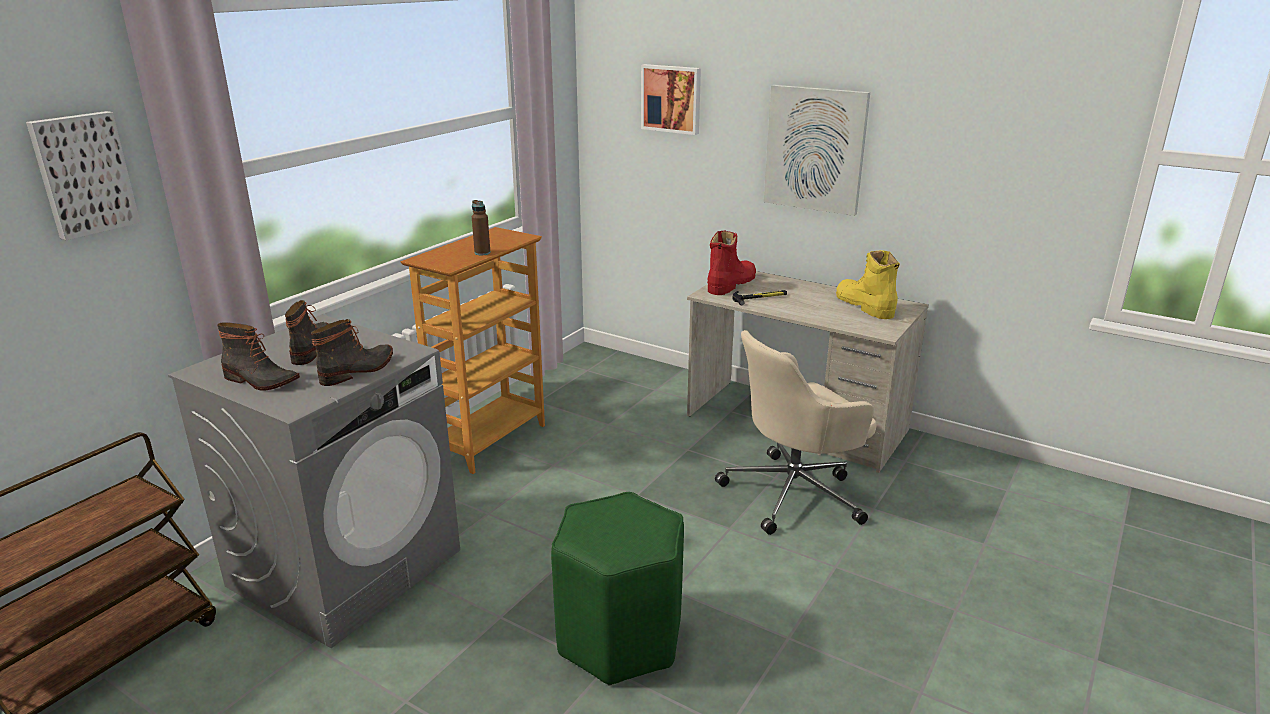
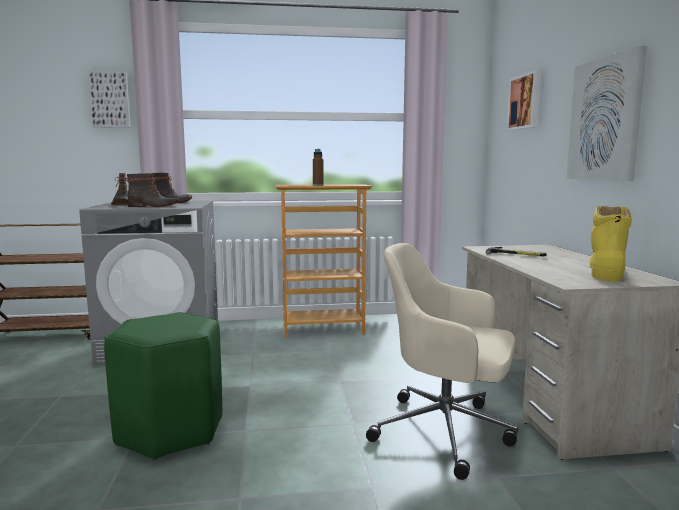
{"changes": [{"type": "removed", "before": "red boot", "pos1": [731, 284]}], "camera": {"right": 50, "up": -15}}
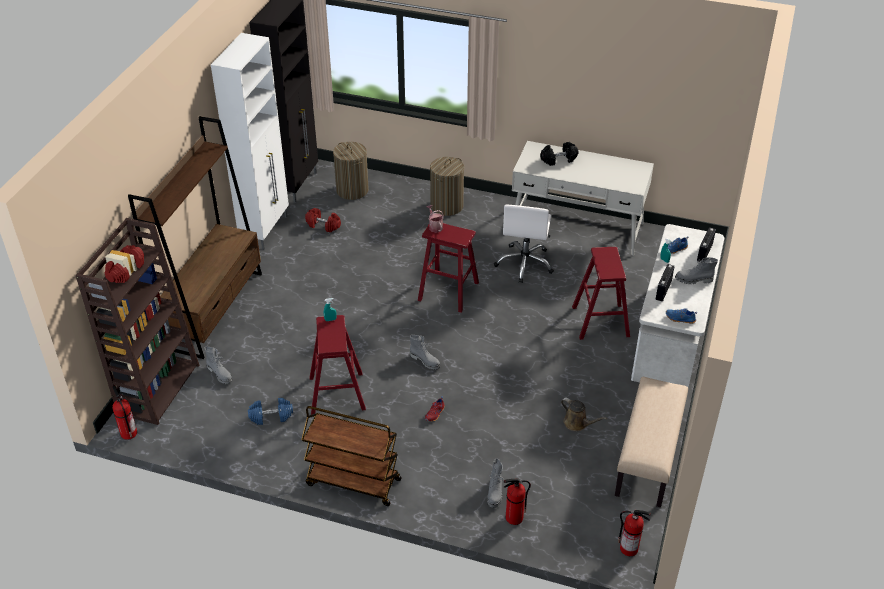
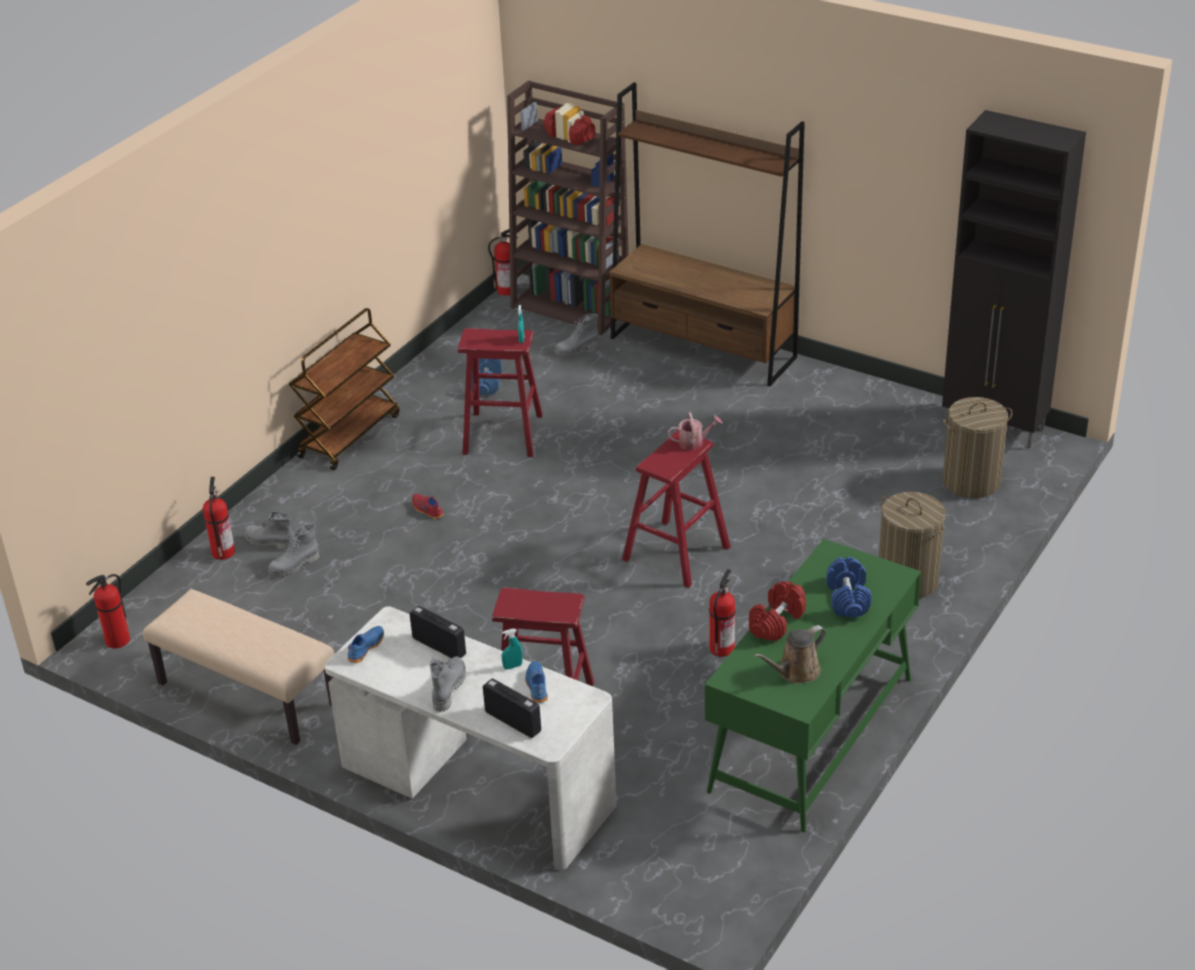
{"changes": [{"type": "removed", "before": "white-coloured storage cabinet", "pos1": [265, 230]}, {"type": "moved", "before": "red hand weight", "pos1": [323, 225], "pos2": [776, 622]}, {"type": "moved", "before": "grey boot", "pos1": [425, 361], "pos2": [294, 566]}, {"type": "moved", "before": "brownish watering can", "pos1": [577, 423], "pos2": [795, 672]}, {"type": "replaced", "before": "white-coloured computer chair", "after": "extinguisher", "pos1": [524, 263], "pos2": [721, 647]}, {"type": "recoloured", "before": "white-coloured desk table", "after": "greenish desk table", "pos1": [577, 227], "pos2": [810, 734]}, {"type": "recoloured", "before": "blackish hand weight", "after": "blue-coloured hand weight", "pos1": [558, 159], "pos2": [848, 599]}], "camera": {"right": 105, "up": -5}}
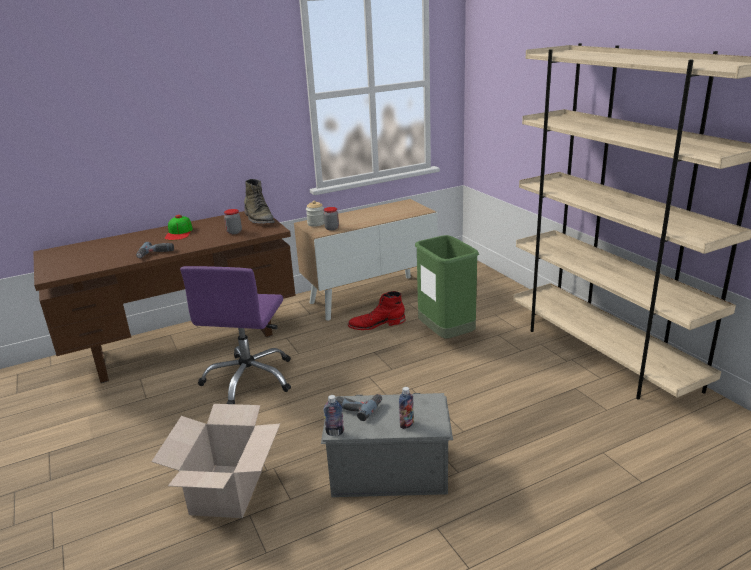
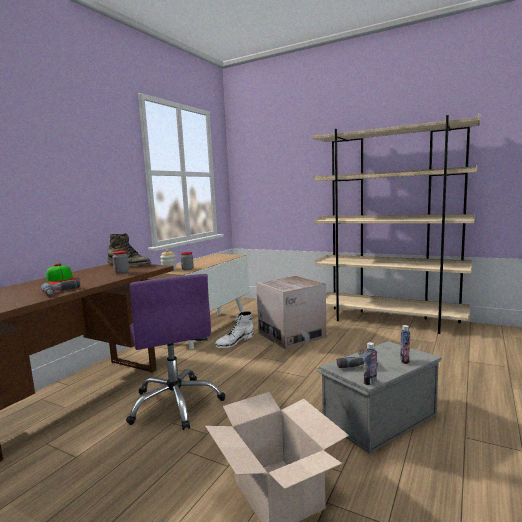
{"changes": [{"type": "replaced", "before": "greenish waste bin", "after": "packing box", "pos1": [445, 336], "pos2": [291, 335]}, {"type": "recoloured", "before": "red boot", "after": "white-coloured boot", "pos1": [376, 324], "pos2": [234, 342]}], "camera": {"right": -35, "up": -15}}
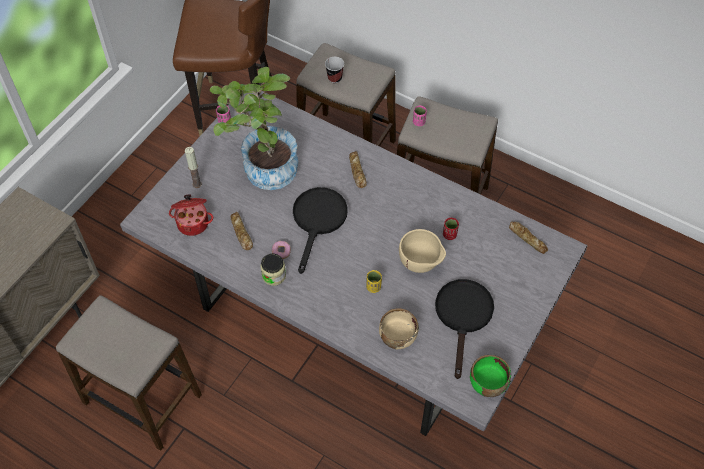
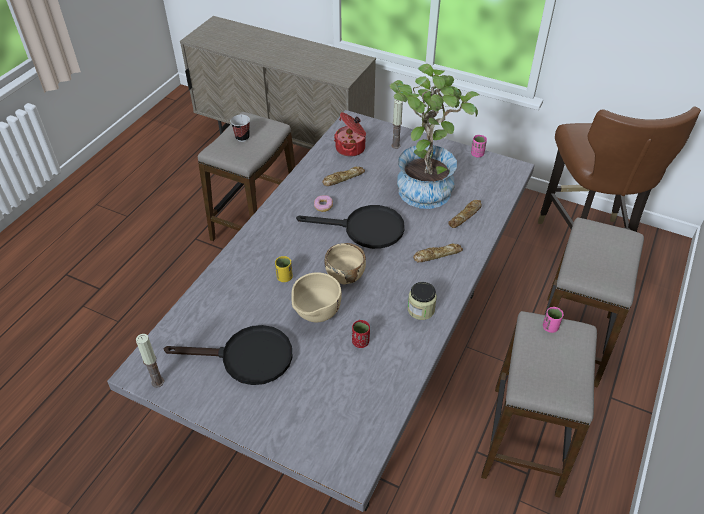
{"changes": [{"type": "moved", "before": "storage jar", "pos1": [274, 275], "pos2": [421, 309]}, {"type": "moved", "before": "cup", "pos1": [334, 78], "pos2": [242, 137]}, {"type": "moved", "before": "beige-coloured bowl", "pos1": [397, 337], "pos2": [345, 275]}, {"type": "moved", "before": "bakery bread", "pos1": [527, 238], "pos2": [465, 216]}, {"type": "replaced", "before": "greenish bowl", "after": "candle", "pos1": [487, 384], "pos2": [157, 382]}], "camera": {"right": 85, "up": -10}}
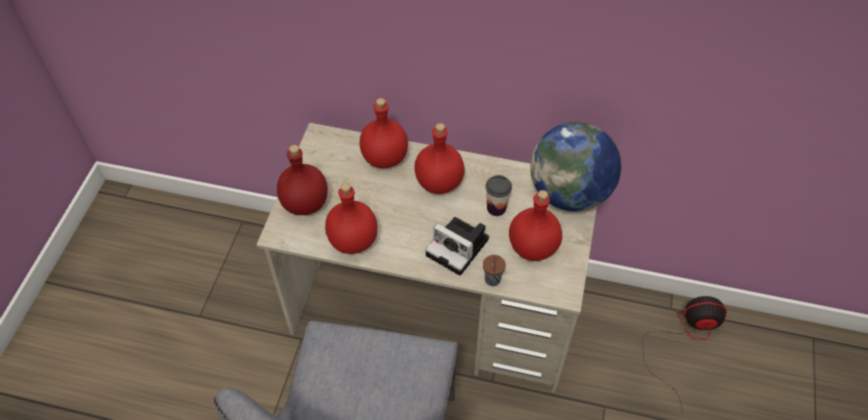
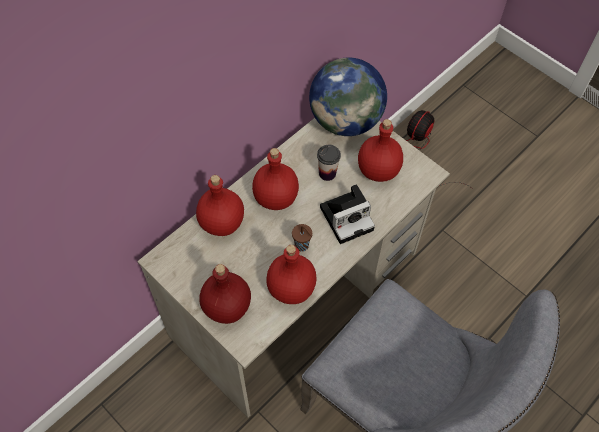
{"changes": [{"type": "moved", "before": "brownish cup", "pos1": [492, 281], "pos2": [302, 246]}], "camera": {"right": -60, "up": 5}}
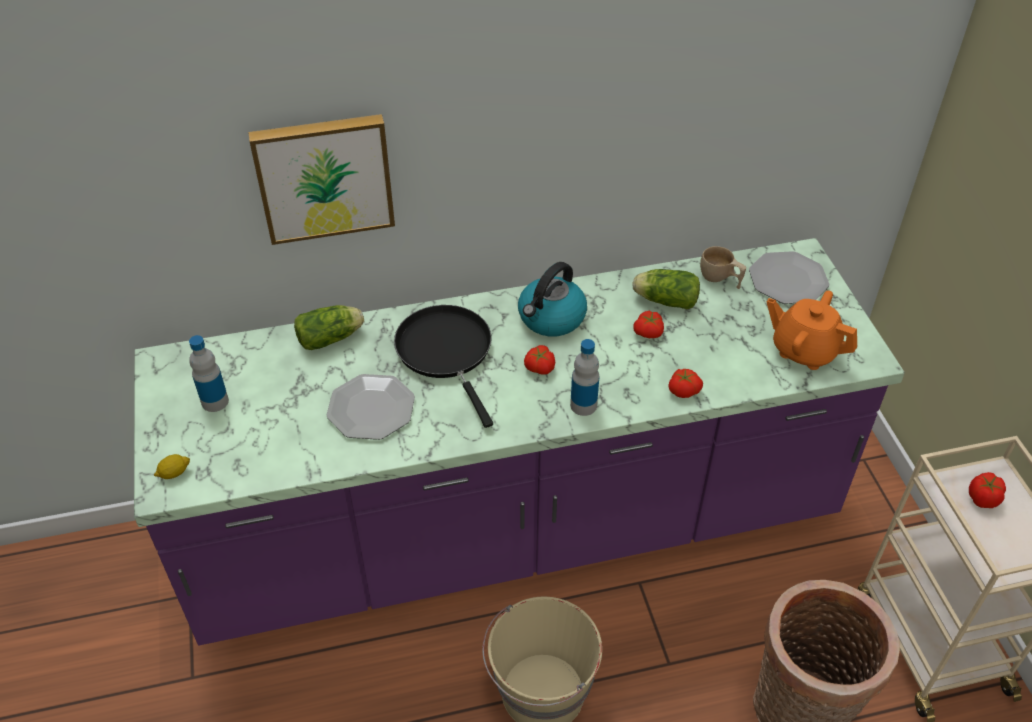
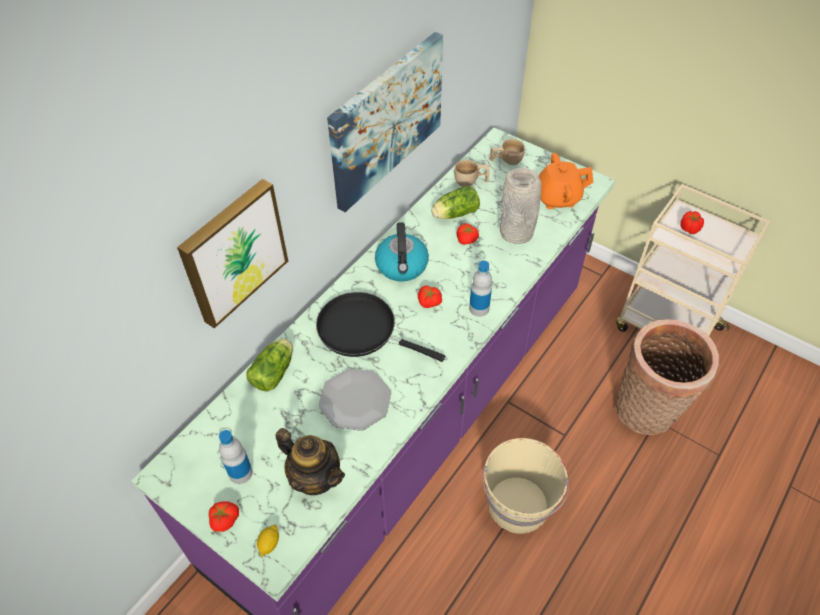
{"changes": [{"type": "added", "after": "pot for tea", "pos2": [315, 477]}, {"type": "added", "after": "wall picture", "pos2": [386, 120]}, {"type": "added", "after": "grey decorative vase", "pos2": [517, 233]}, {"type": "moved", "before": "fresh tomato", "pos1": [683, 390], "pos2": [224, 519]}, {"type": "replaced", "before": "plate", "after": "beige-coloured cup", "pos1": [788, 279], "pos2": [506, 161]}], "camera": {"right": -40, "up": 5}}
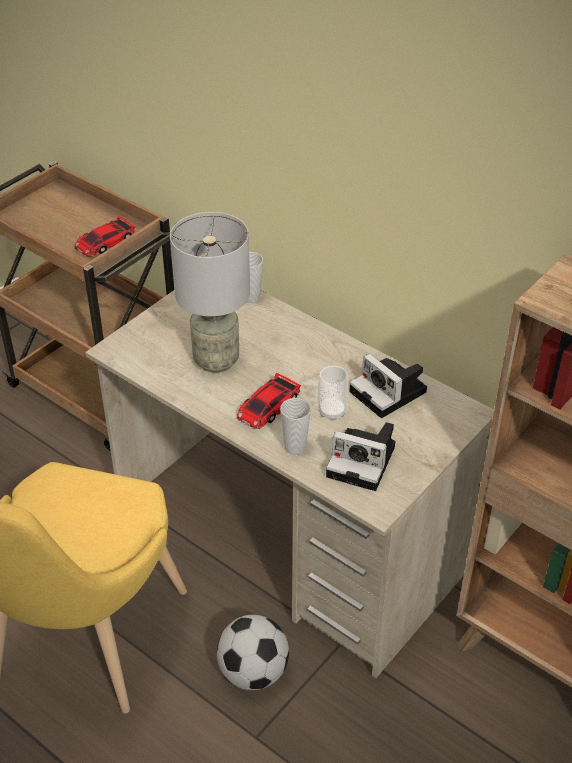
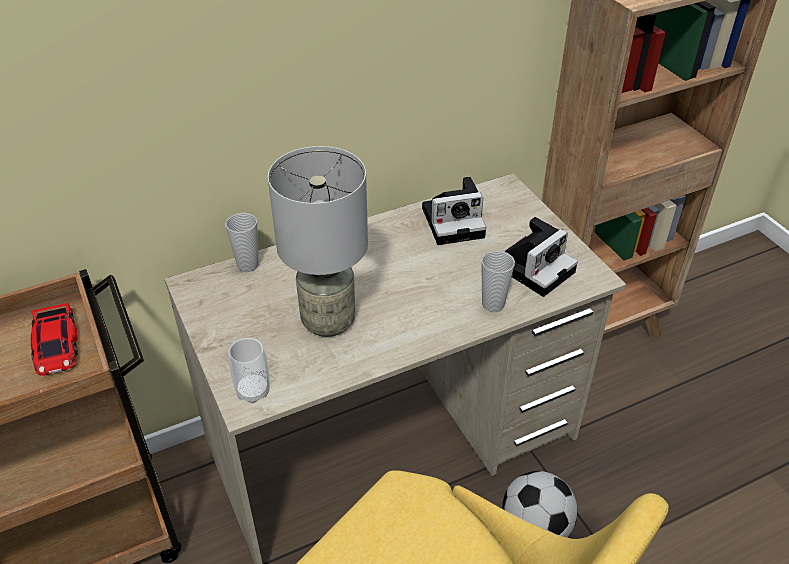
{"changes": [{"type": "removed", "before": "miniature car", "pos1": [268, 407]}, {"type": "moved", "before": "cup", "pos1": [332, 411], "pos2": [253, 391]}], "camera": {"right": -65, "up": 0}}
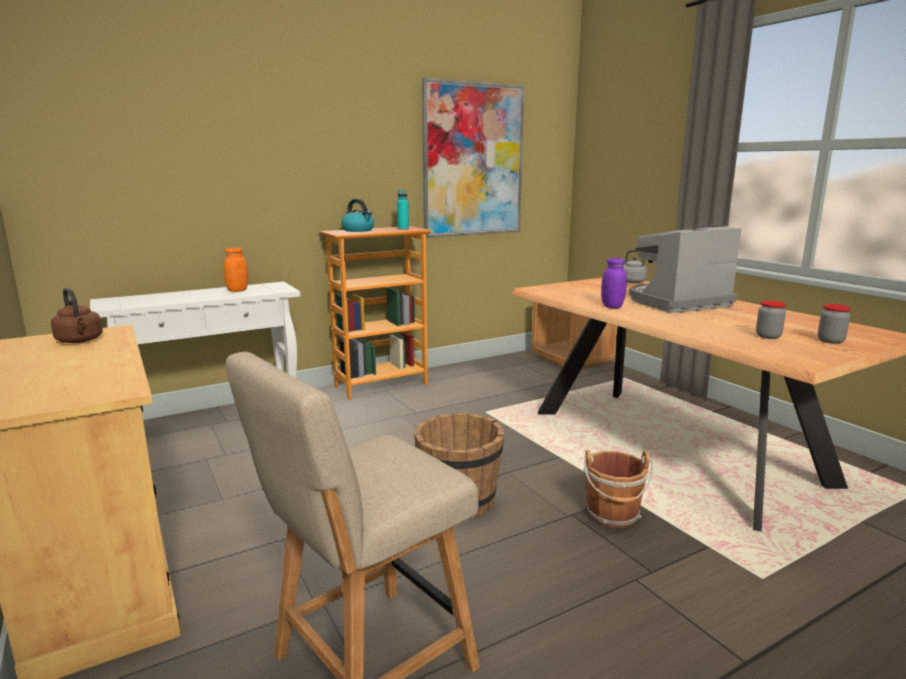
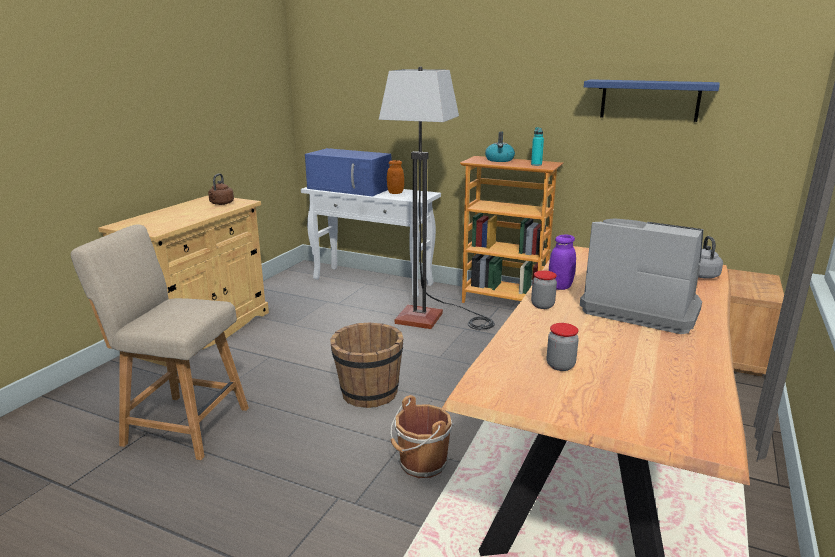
{"changes": [{"type": "added", "after": "blue-coloured microwave", "pos2": [350, 188]}, {"type": "added", "after": "standing lamp", "pos2": [433, 318]}, {"type": "moved", "before": "storage jar", "pos1": [830, 341], "pos2": [542, 305]}, {"type": "replaced", "before": "wall picture", "after": "blue-coloured wall shelf", "pos1": [473, 160], "pos2": [649, 100]}], "camera": {"right": 55, "up": 5}}
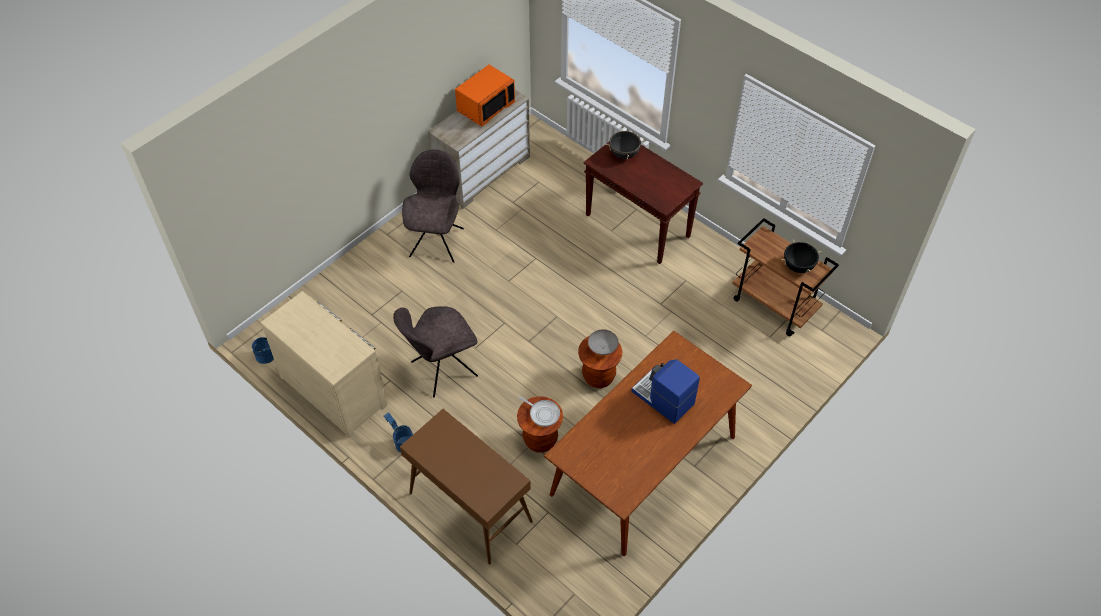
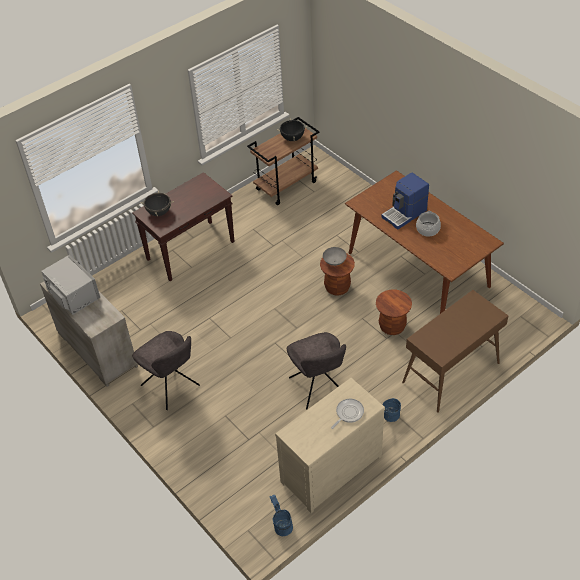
{"changes": [{"type": "added", "after": "saucepot", "pos2": [428, 229]}, {"type": "moved", "before": "frying pan", "pos1": [543, 413], "pos2": [348, 413]}, {"type": "recoloured", "before": "orange microwave", "after": "grey microwave", "pos1": [485, 106], "pos2": [73, 295]}, {"type": "turned", "before": "grey upright chair", "pos1": [437, 240], "pos2": [171, 387], "turn": -150}], "camera": {"right": -80, "up": -5}}
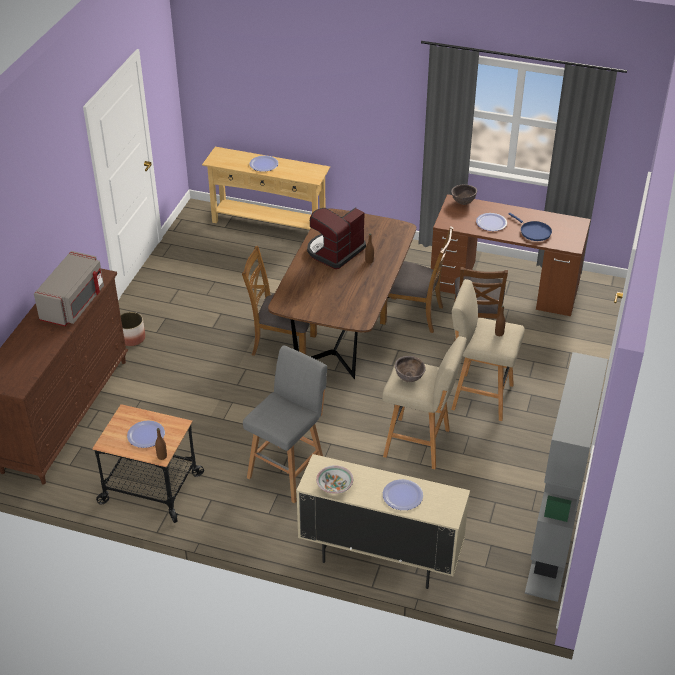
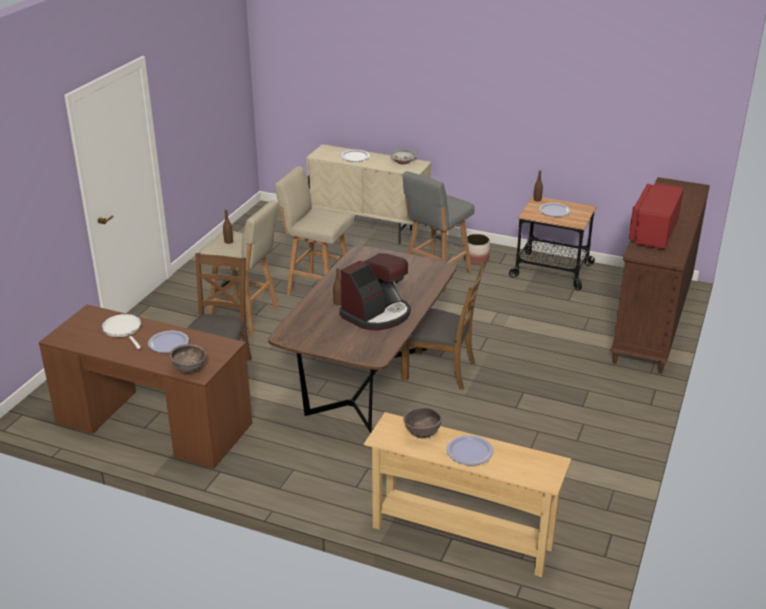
{"changes": [{"type": "removed", "before": "brownish upright chair", "pos1": [413, 314]}, {"type": "removed", "before": "grey bookcase", "pos1": [551, 552]}, {"type": "moved", "before": "plant pot", "pos1": [131, 338], "pos2": [476, 259]}, {"type": "moved", "before": "brownish bowl", "pos1": [409, 379], "pos2": [422, 434]}, {"type": "recoloured", "before": "grey microwave", "after": "red microwave", "pos1": [74, 304], "pos2": [653, 232]}, {"type": "recoloured", "before": "blue-coloured frying pan", "after": "white-coloured frying pan", "pos1": [533, 232], "pos2": [123, 329]}], "camera": {"right": -175, "up": -10}}
